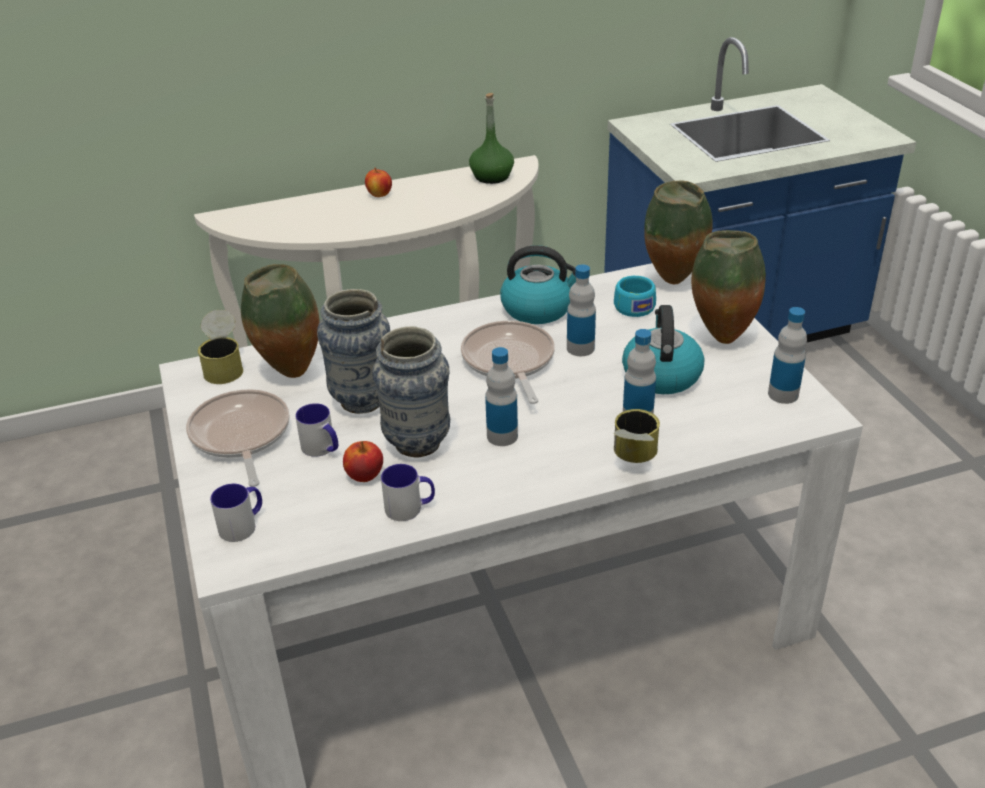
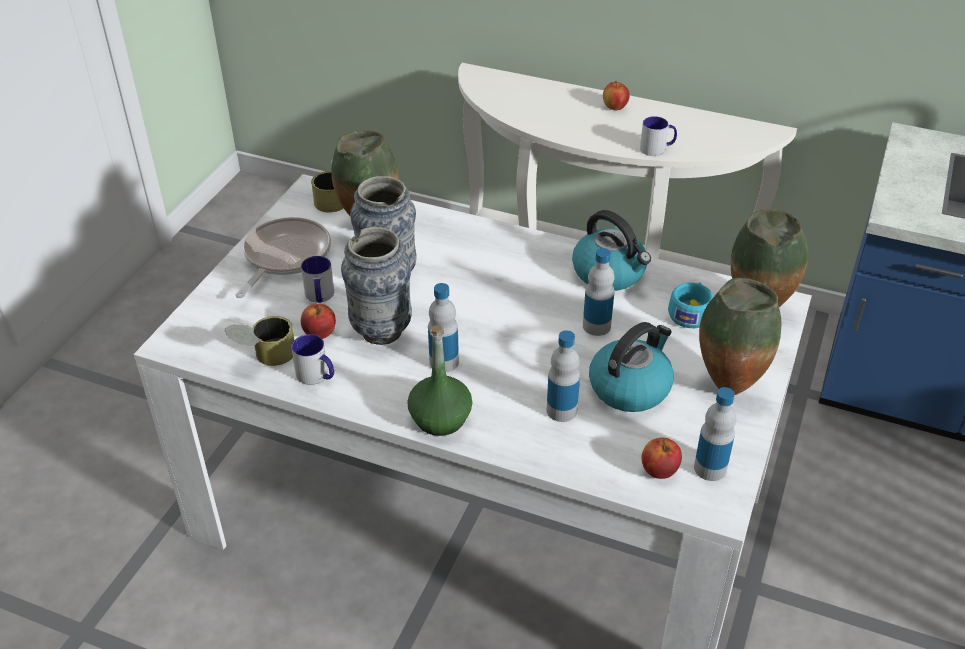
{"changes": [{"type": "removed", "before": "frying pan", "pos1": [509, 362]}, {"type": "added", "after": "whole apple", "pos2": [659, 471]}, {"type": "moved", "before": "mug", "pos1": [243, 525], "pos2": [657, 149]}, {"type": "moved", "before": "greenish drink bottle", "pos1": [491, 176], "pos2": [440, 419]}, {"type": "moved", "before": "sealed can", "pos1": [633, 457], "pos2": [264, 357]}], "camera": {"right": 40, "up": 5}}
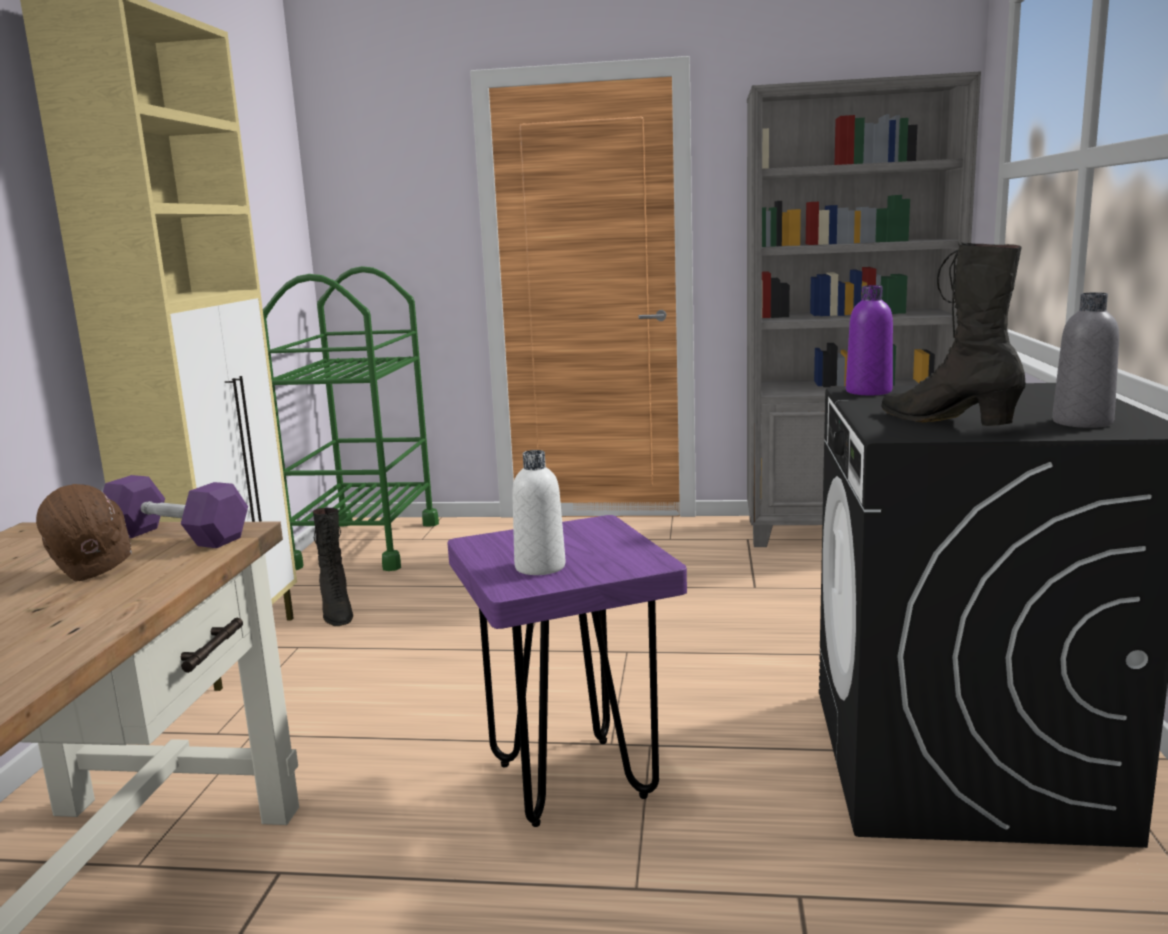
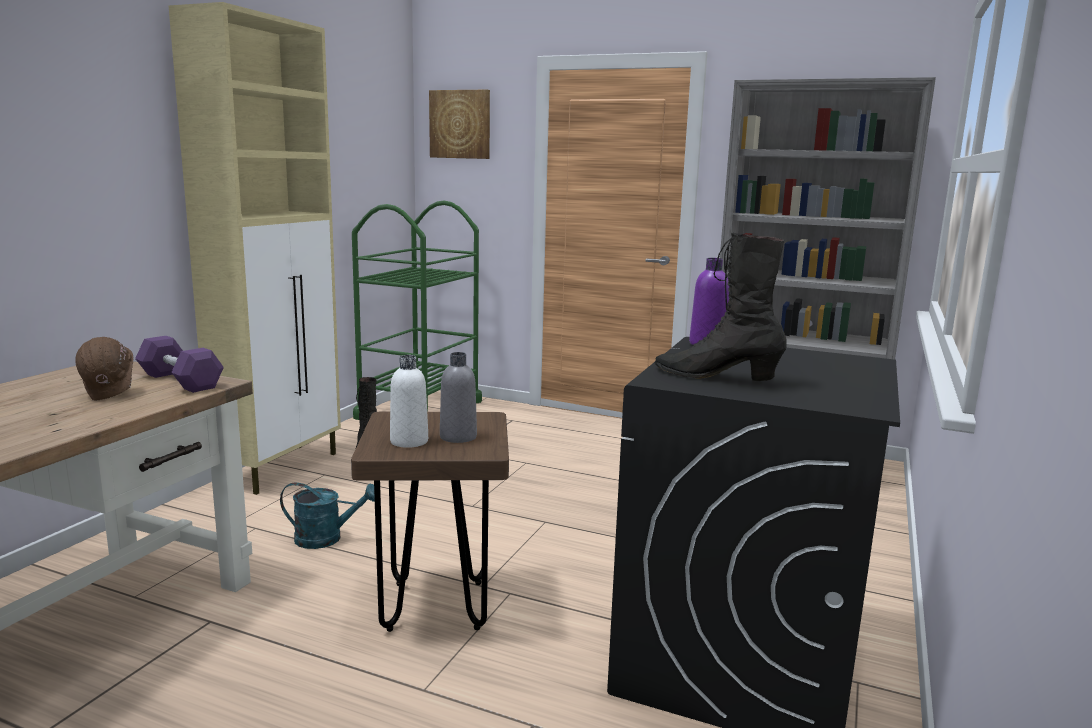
{"changes": [{"type": "added", "after": "turquoise watering can", "pos2": [327, 538]}, {"type": "added", "after": "wall picture", "pos2": [460, 124]}, {"type": "moved", "before": "grey drink bottle", "pos1": [1082, 422], "pos2": [458, 437]}, {"type": "recoloured", "before": "purple-coloured stool", "after": "brownish stool", "pos1": [572, 780], "pos2": [437, 605]}, {"type": "turned", "before": "blackish boot", "pos1": [947, 422], "pos2": [716, 377], "turn": -45}], "camera": {"right": 15, "up": 0}}
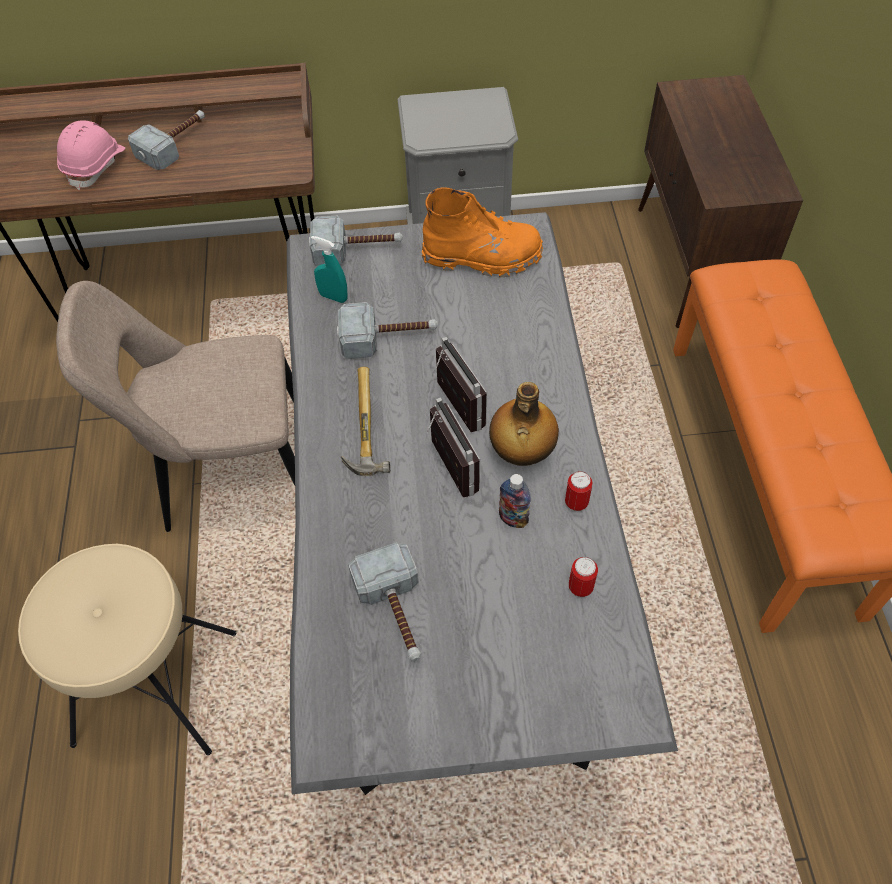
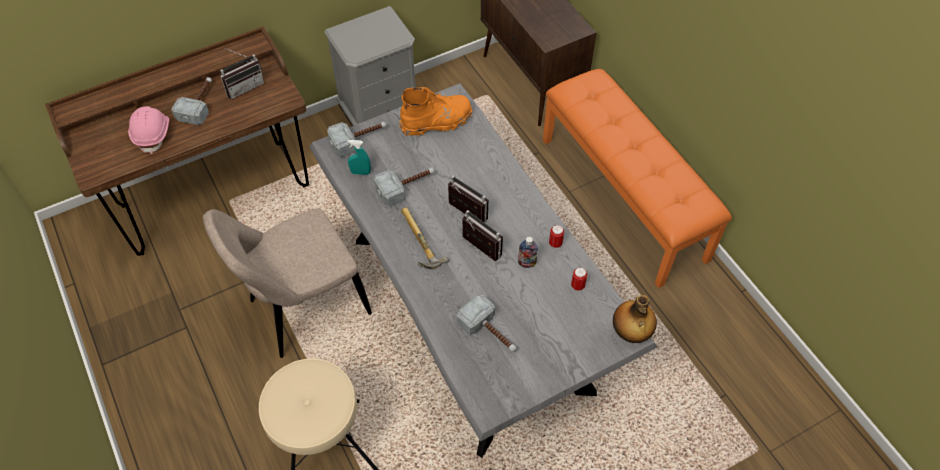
{"changes": [{"type": "added", "after": "radio receiver", "pos2": [244, 86]}, {"type": "moved", "before": "drink bottle", "pos1": [521, 453], "pos2": [630, 333]}], "camera": {"right": -25, "up": 0}}
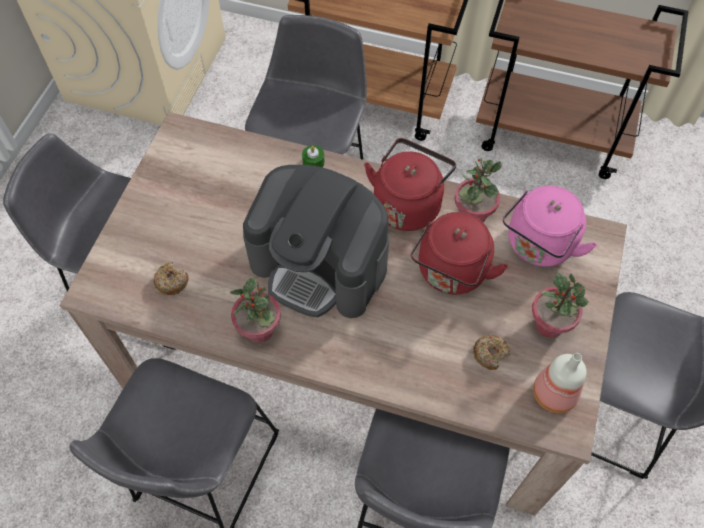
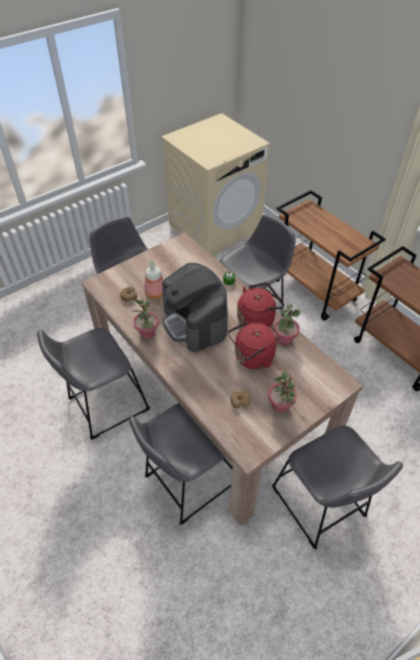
{"changes": [{"type": "removed", "before": "pinkish tea kettle", "pos1": [538, 246]}, {"type": "moved", "before": "drink bottle", "pos1": [555, 394], "pos2": [155, 294]}], "camera": {"right": 35, "up": -10}}
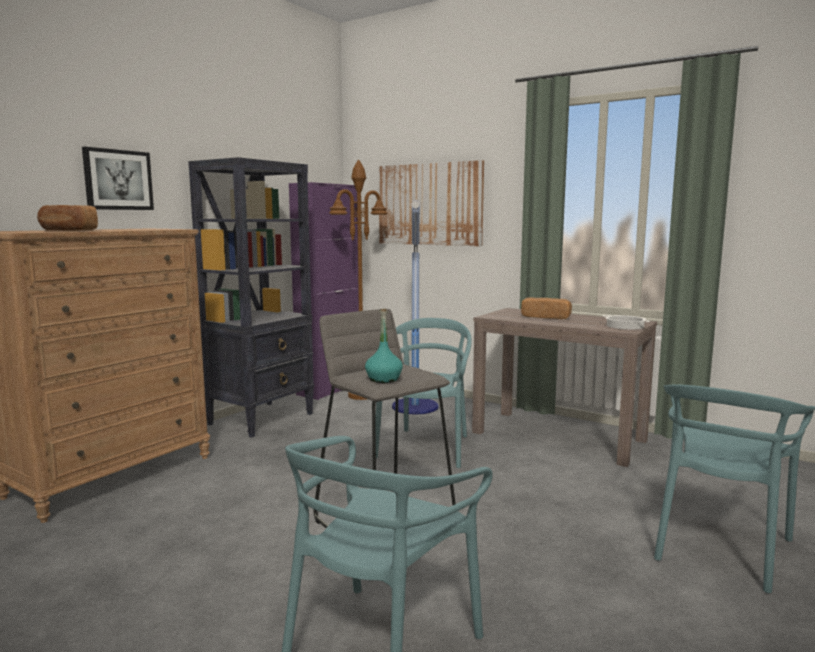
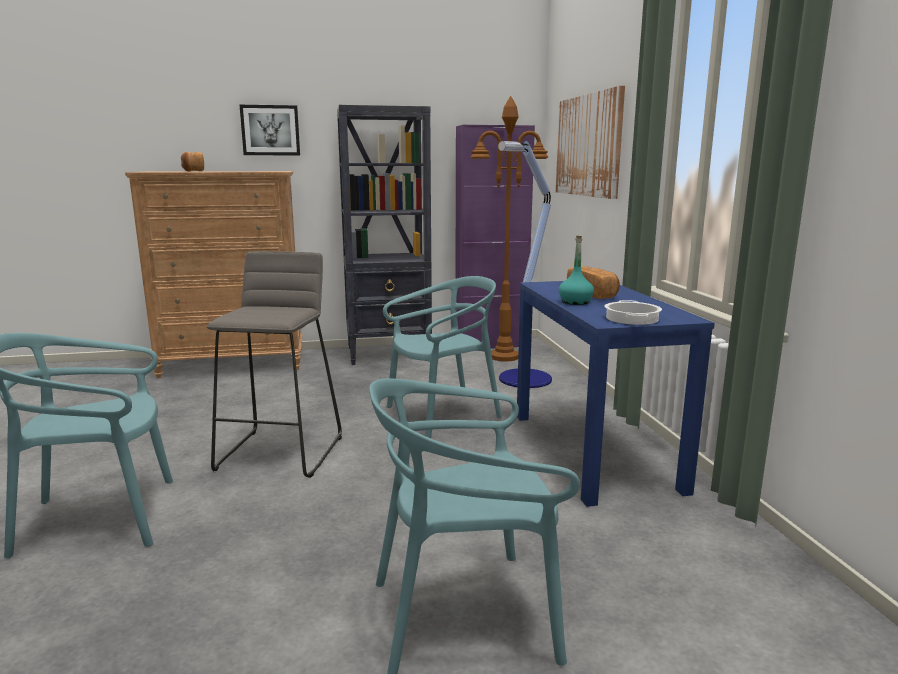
{"changes": [{"type": "moved", "before": "turquoise drink bottle", "pos1": [383, 379], "pos2": [575, 302]}, {"type": "recoloured", "before": "brownish console table", "after": "blue-coloured console table", "pos1": [558, 436], "pos2": [593, 451]}], "camera": {"right": 45, "up": 5}}
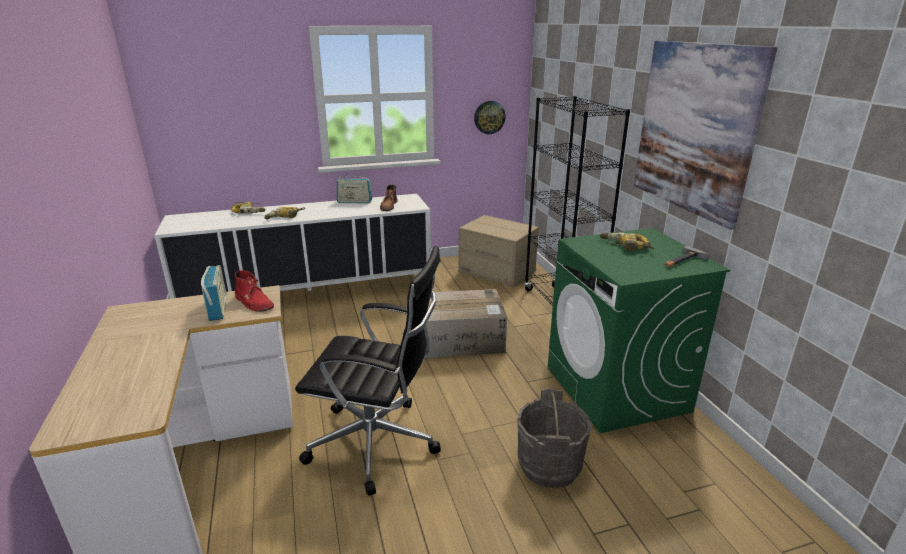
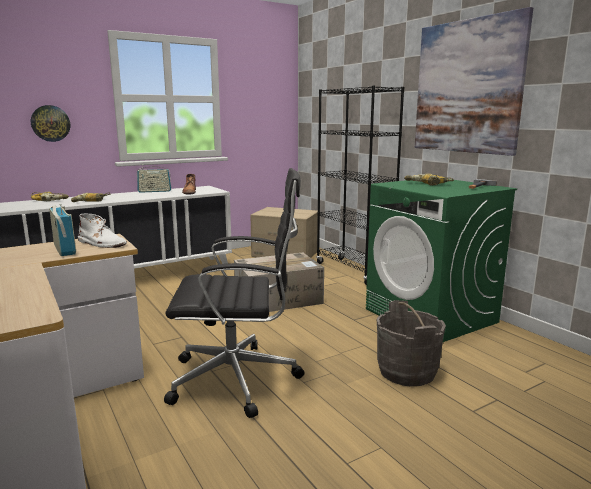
{"changes": [{"type": "moved", "before": "wall clock", "pos1": [489, 117], "pos2": [50, 123]}, {"type": "recoloured", "before": "red boot", "after": "white-coloured boot", "pos1": [254, 302], "pos2": [102, 243]}], "camera": {"right": -15, "up": -10}}
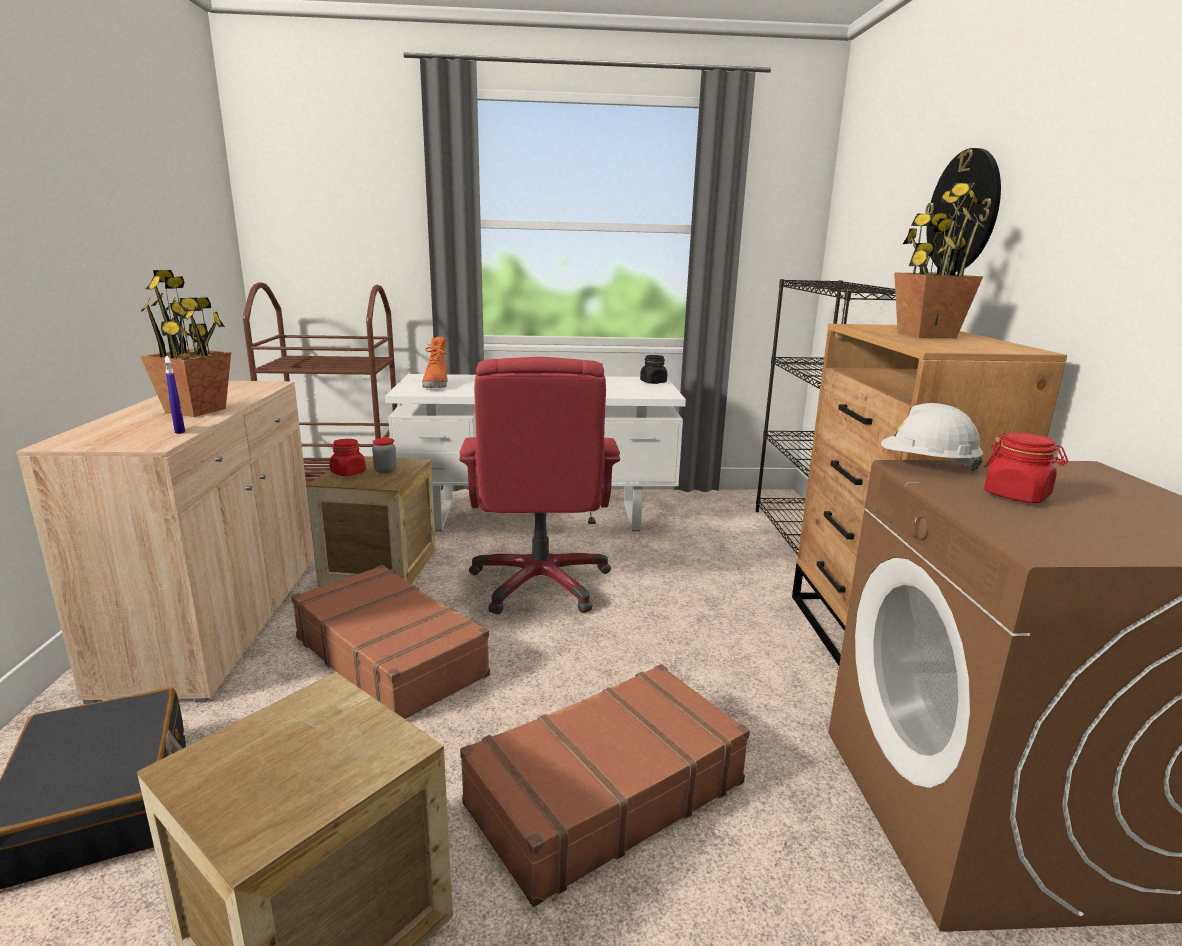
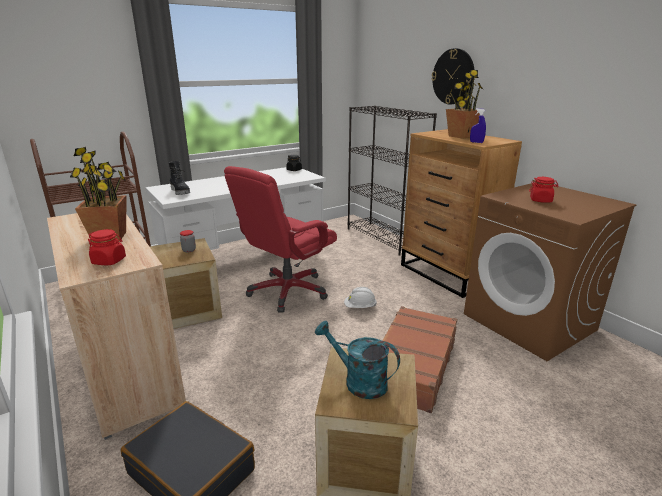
{"changes": [{"type": "removed", "before": "brownish travel case", "pos1": [391, 656]}, {"type": "added", "after": "turquoise watering can", "pos2": [358, 381]}, {"type": "moved", "before": "blue-coloured hand sprayer", "pos1": [179, 431], "pos2": [476, 142]}, {"type": "moved", "before": "red storage jar", "pos1": [348, 472], "pos2": [109, 261]}, {"type": "moved", "before": "white-coloured hard hat", "pos1": [926, 466], "pos2": [360, 307]}, {"type": "recoloured", "before": "orange boot", "after": "blackish boot", "pos1": [437, 385], "pos2": [181, 192]}, {"type": "turned", "before": "red computer chair", "pos1": [540, 583], "pos2": [287, 291], "turn": 75}], "camera": {"right": -30, "up": 5}}
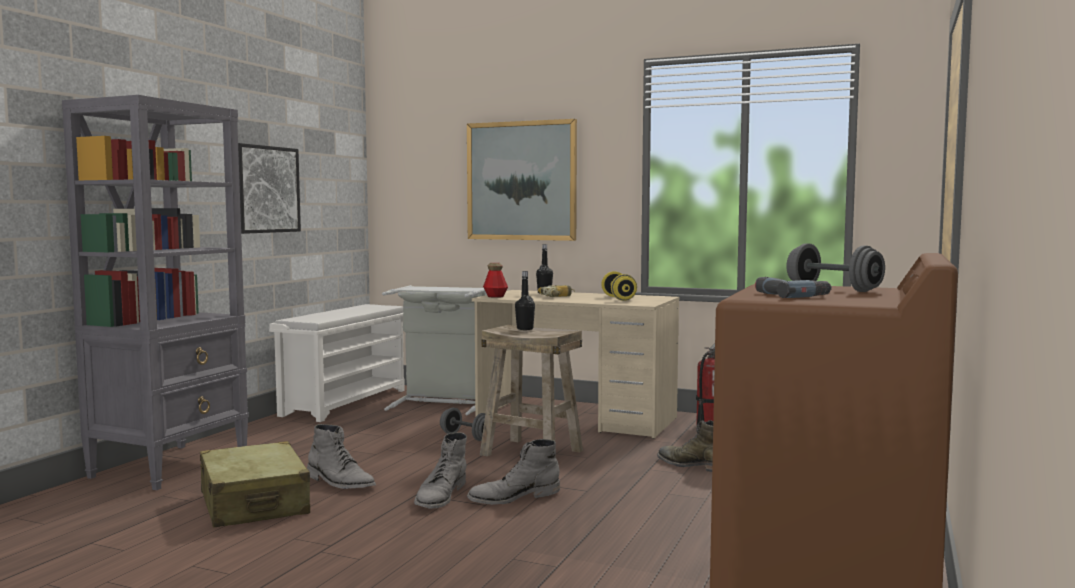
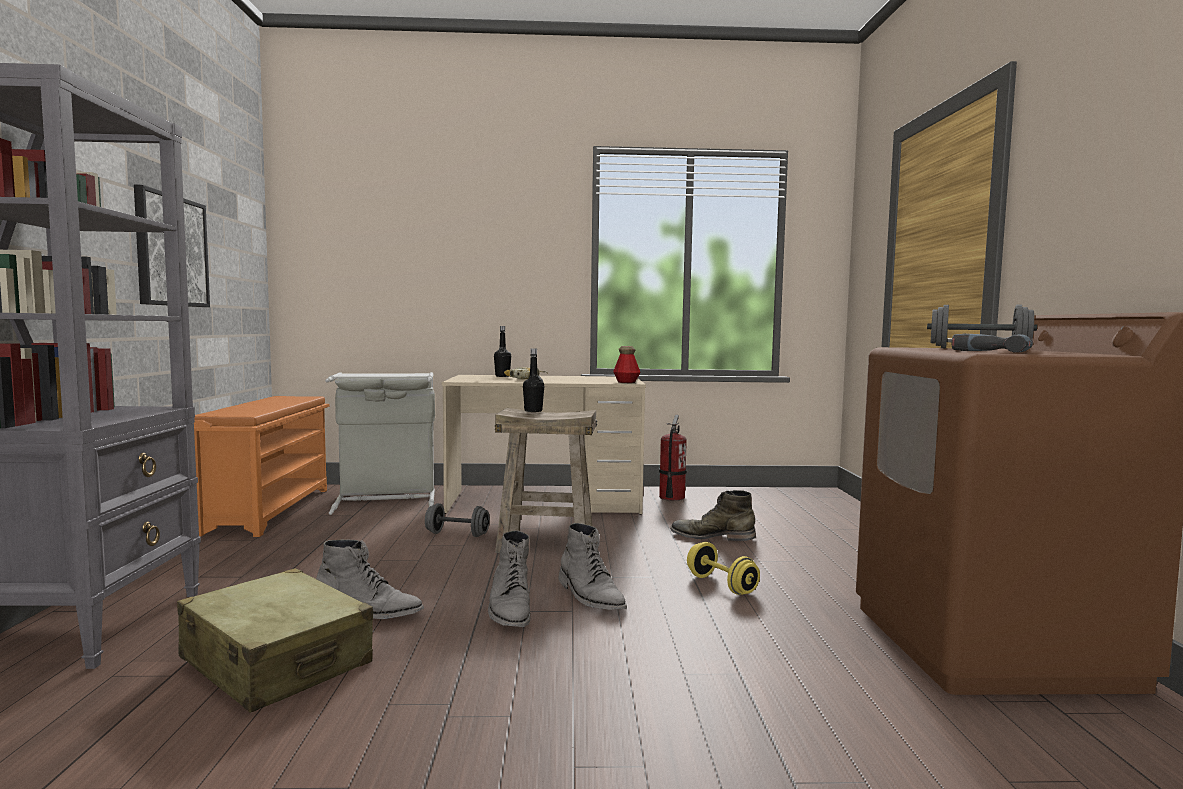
{"changes": [{"type": "removed", "before": "wall picture", "pos1": [521, 181]}, {"type": "moved", "before": "drink bottle", "pos1": [495, 296], "pos2": [626, 382]}, {"type": "moved", "before": "yellow hand weight", "pos1": [618, 298], "pos2": [721, 585]}, {"type": "recoloured", "before": "white-coloured shoe stand", "after": "orange shoe stand", "pos1": [345, 402], "pos2": [267, 510]}, {"type": "turned", "before": "grey boot", "pos1": [514, 497], "pos2": [590, 596], "turn": -75}], "camera": {"right": -25, "up": 0}}
